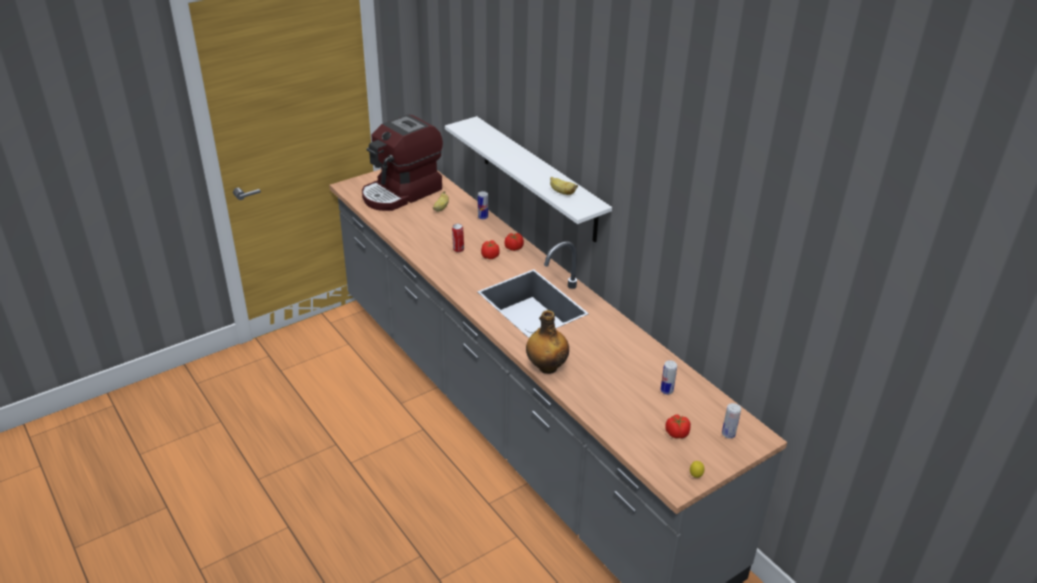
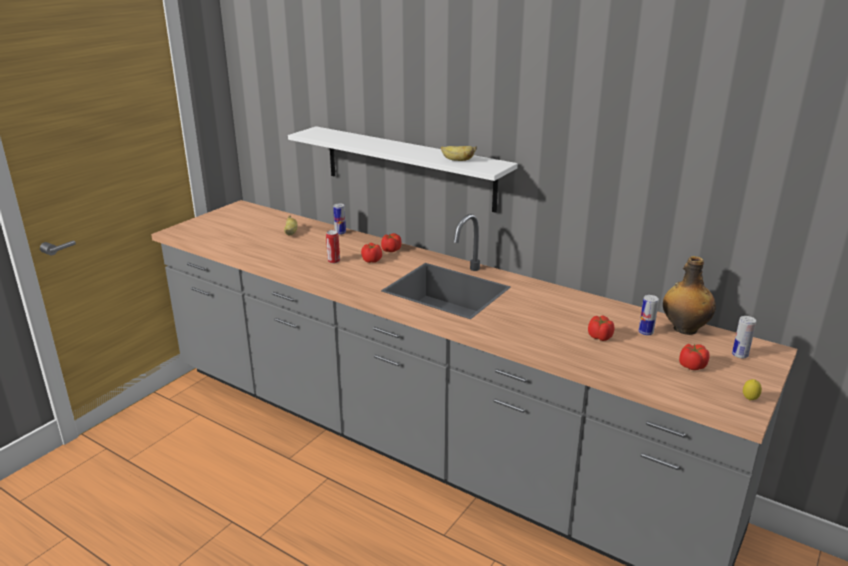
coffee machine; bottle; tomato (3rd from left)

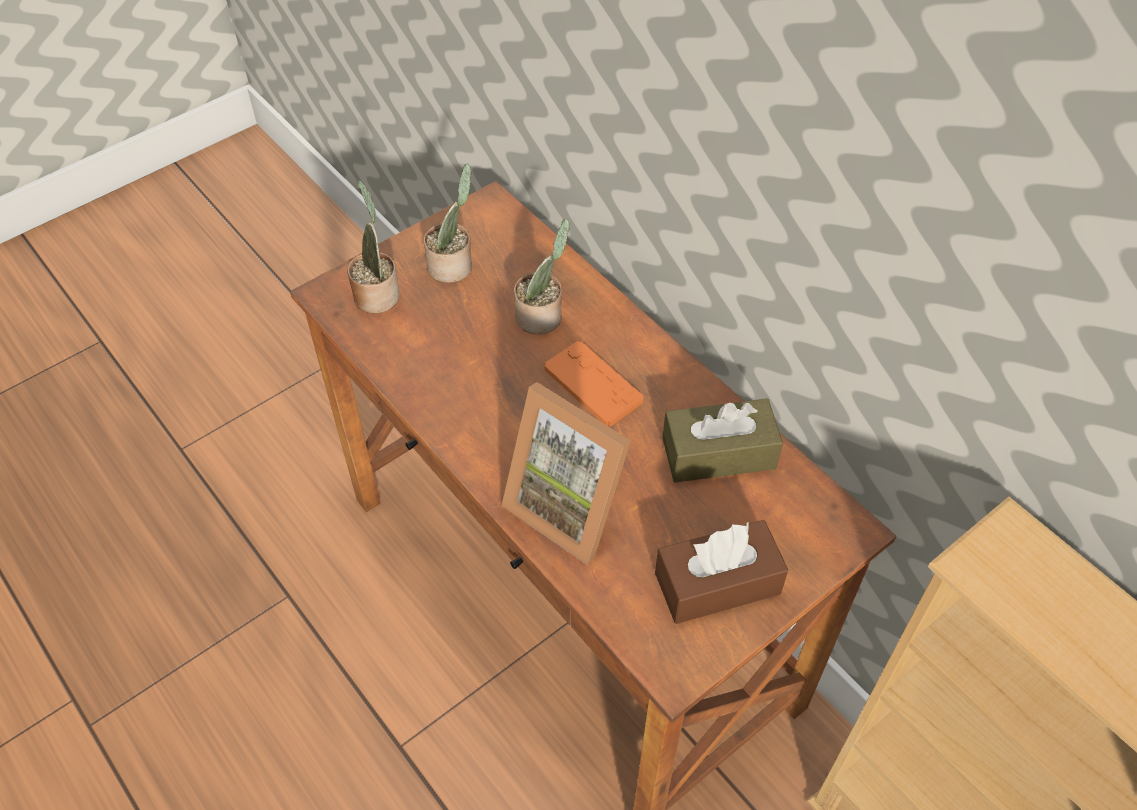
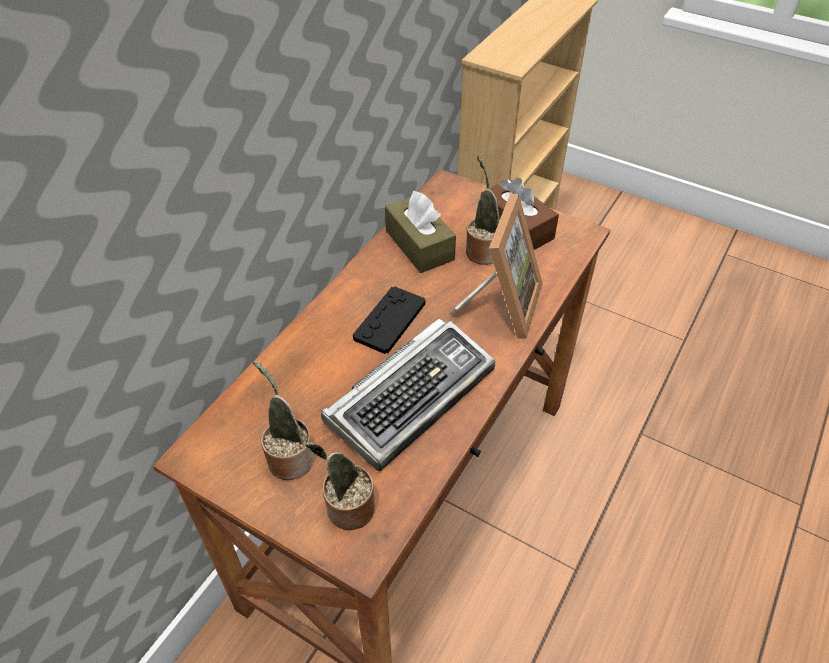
potted plant (3rd from left); black game controller; keyboard

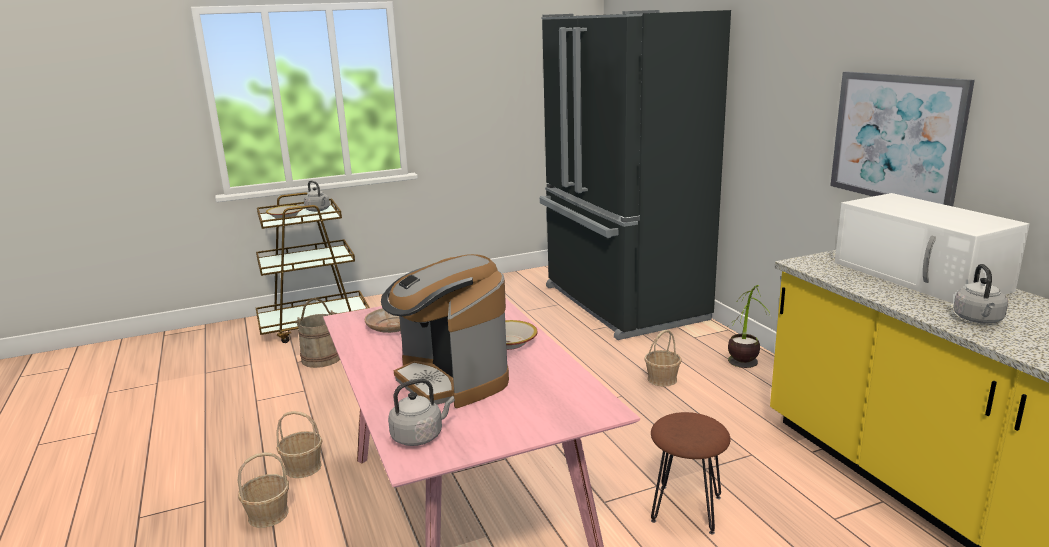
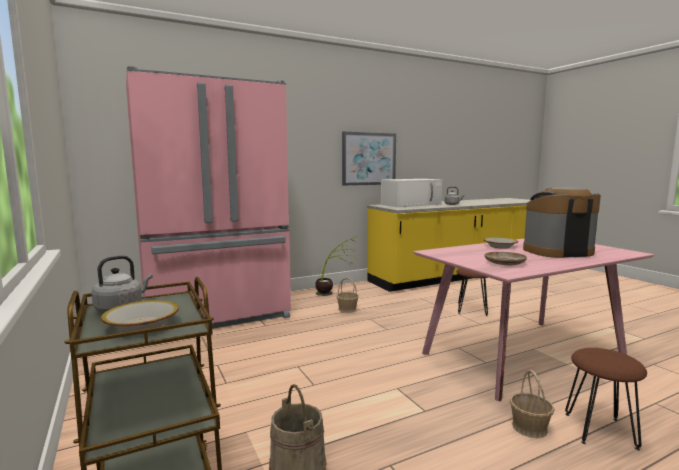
pink fridge; coffee machine; grey kettle (2nd from left in the first image); brown stool (2nd from left)

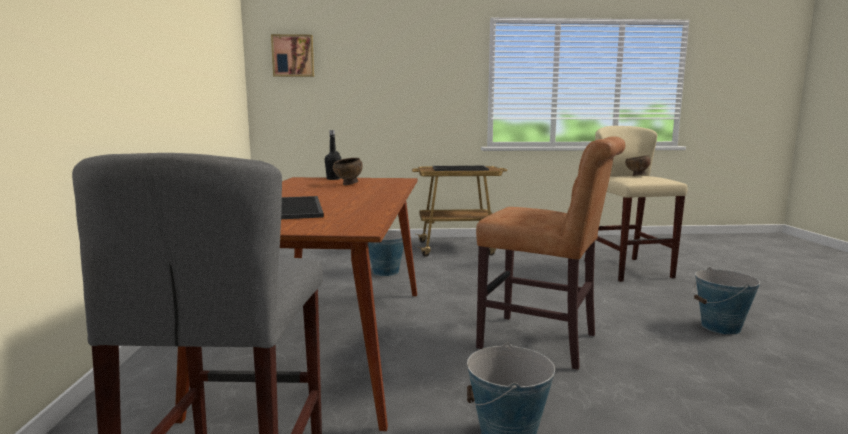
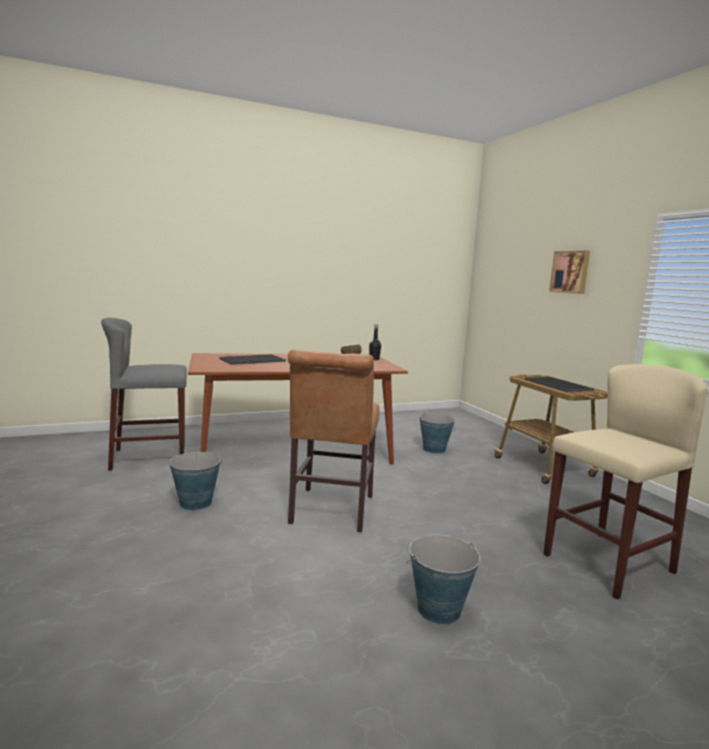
picture; brown bowl (2nd from left in the first image)

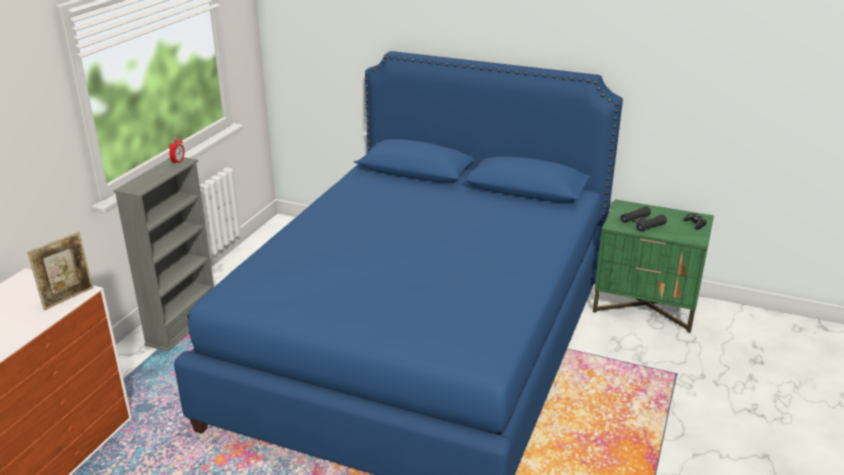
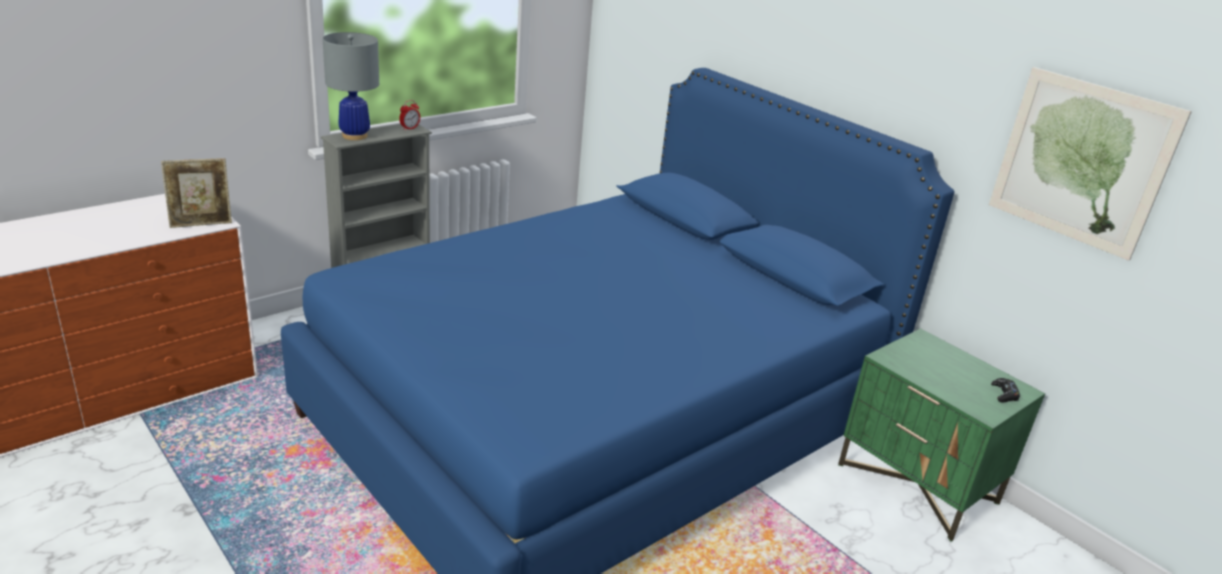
black binoculars; grey table lamp; picture

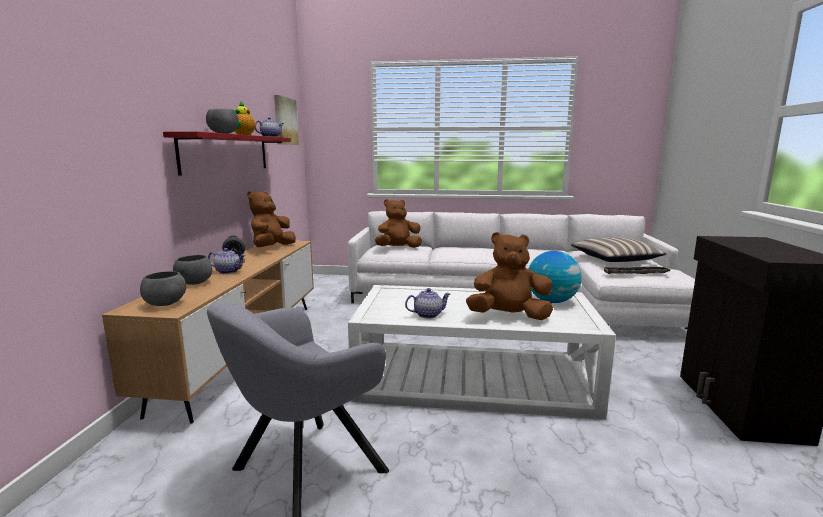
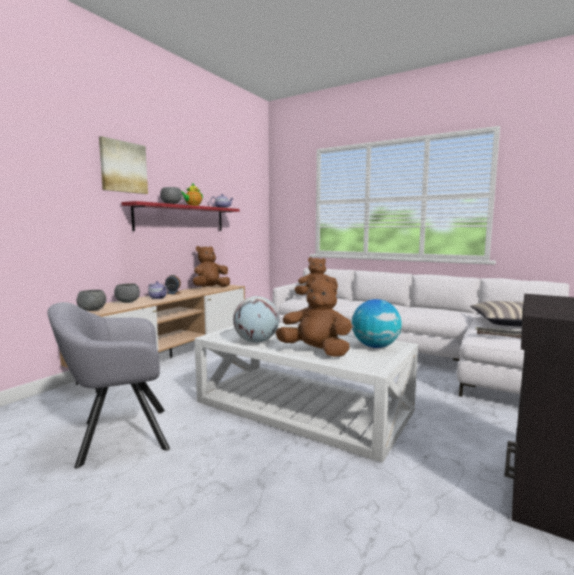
picture; globe (1st from left)

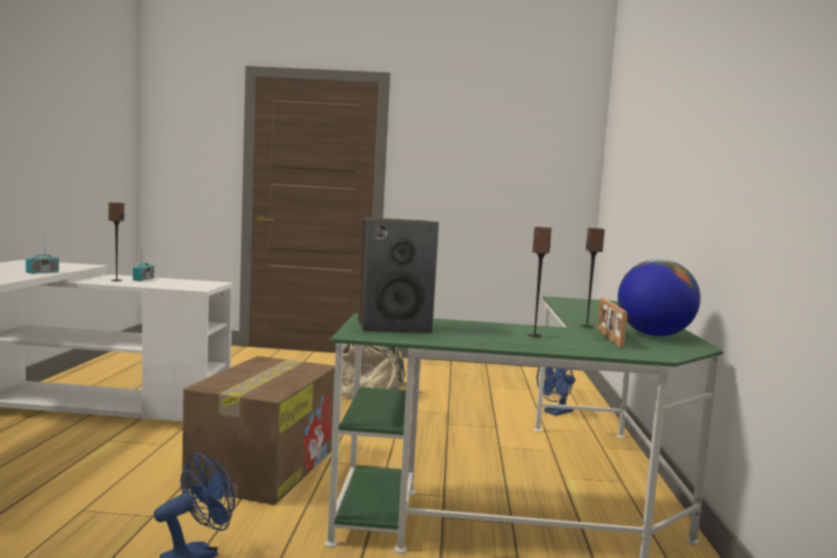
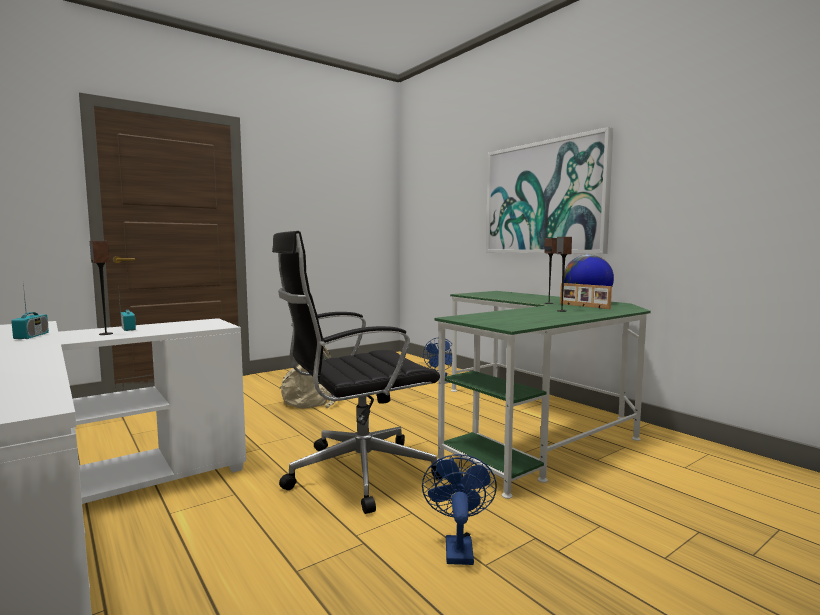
speaker (2nd from left in the first image); black office chair; picture

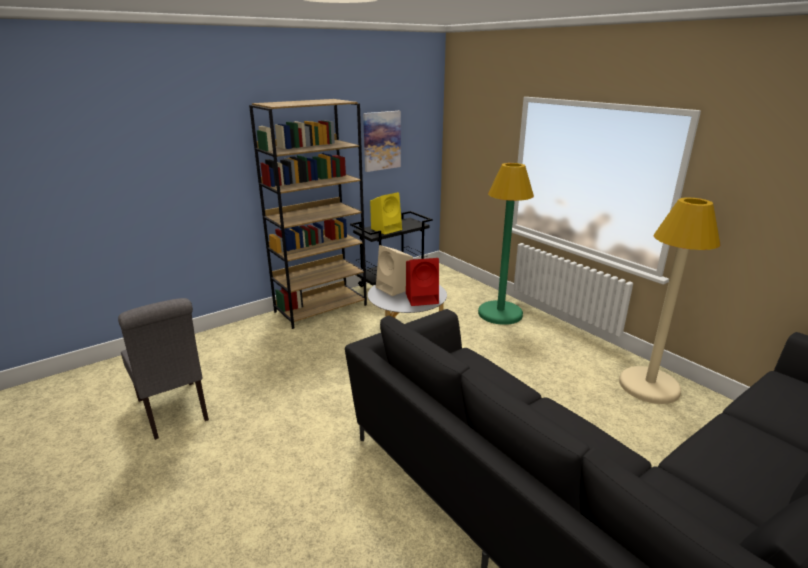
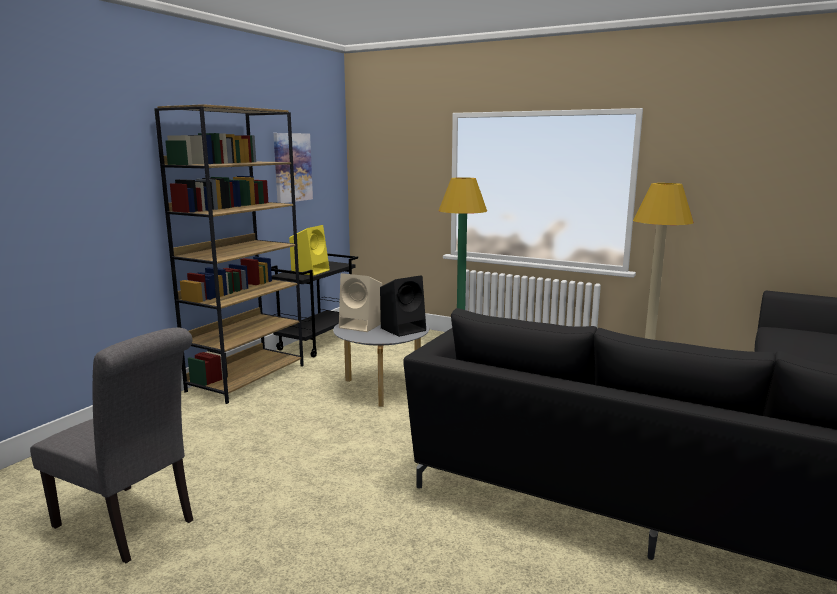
black speaker

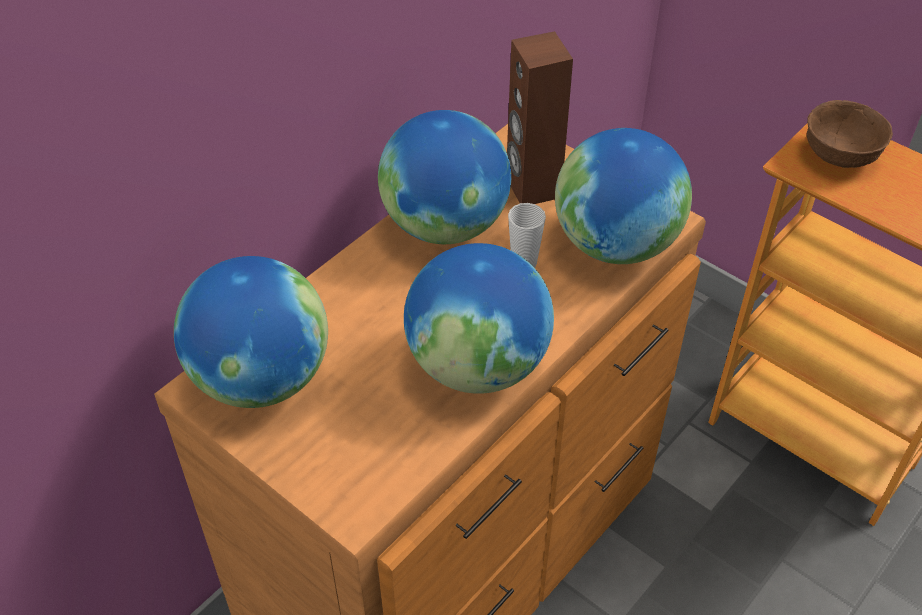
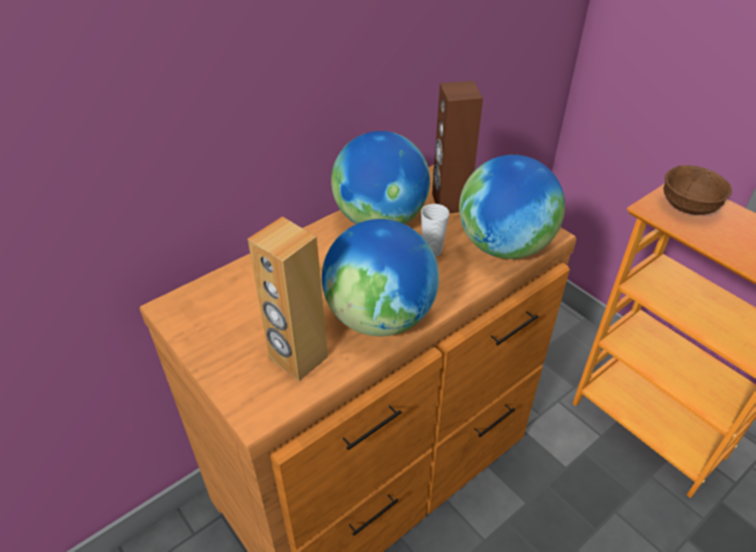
globe (1st from left in the first image); brown speaker (1st from left)

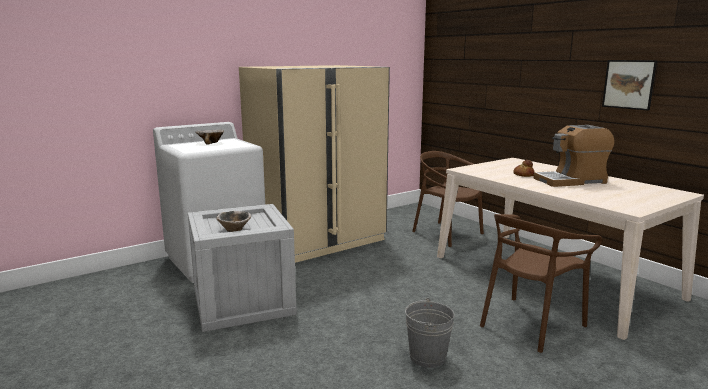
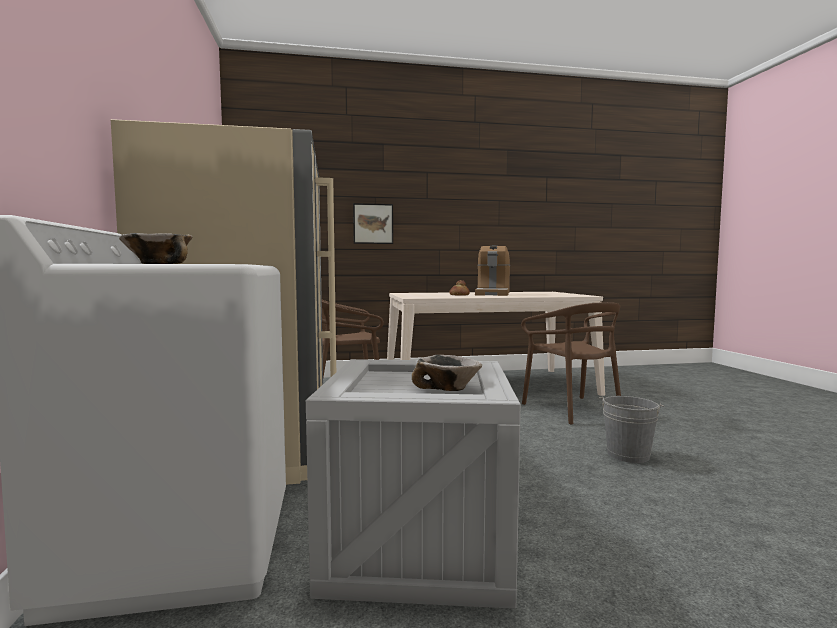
picture

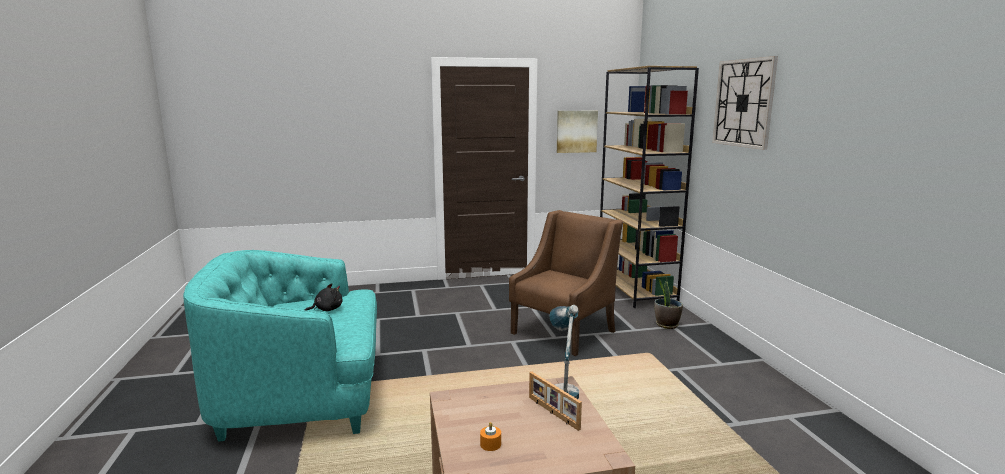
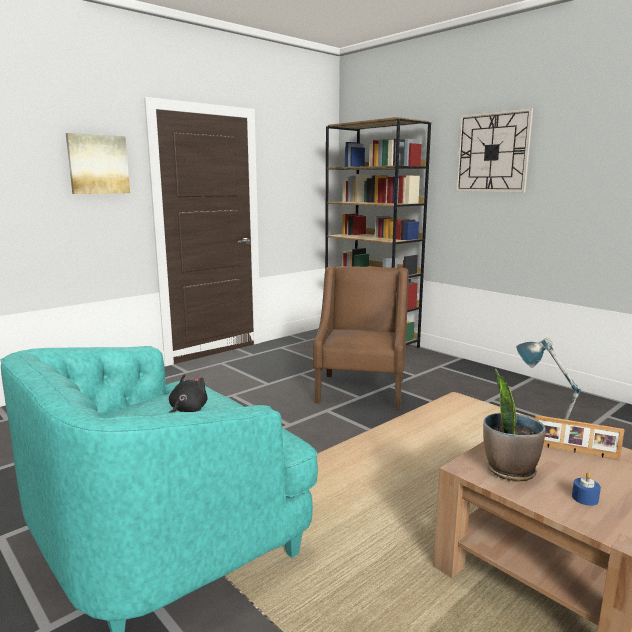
picture; potted plant; blue candle

